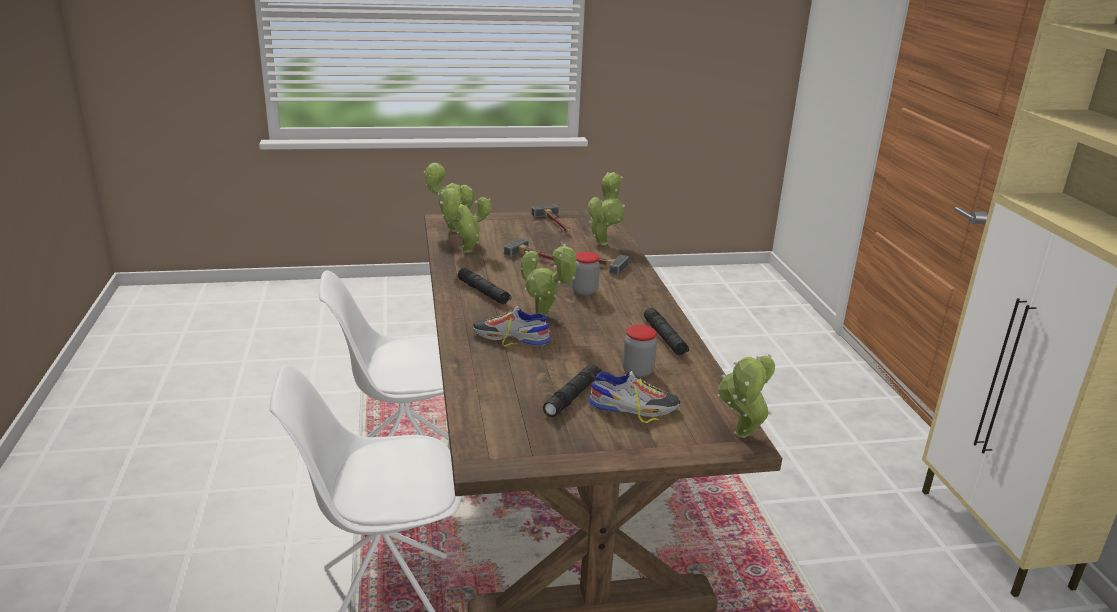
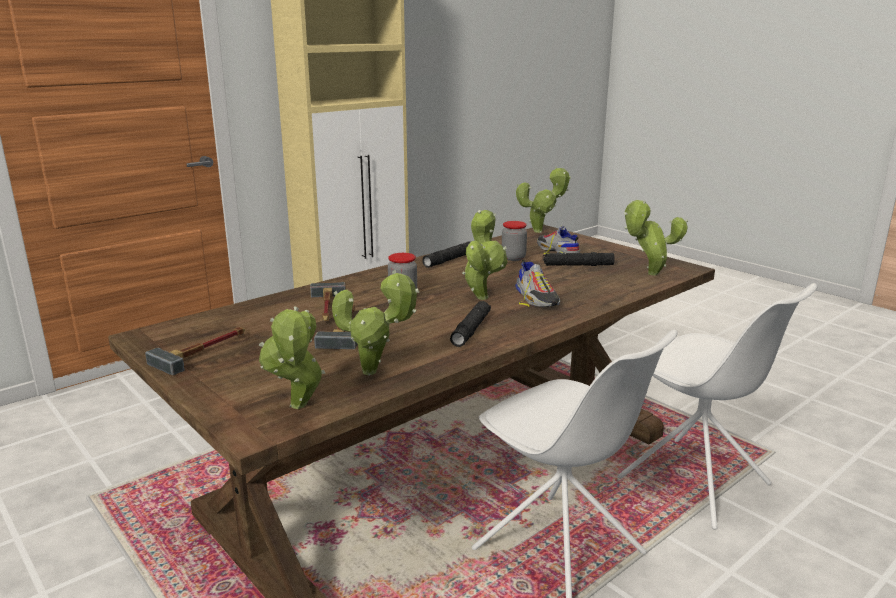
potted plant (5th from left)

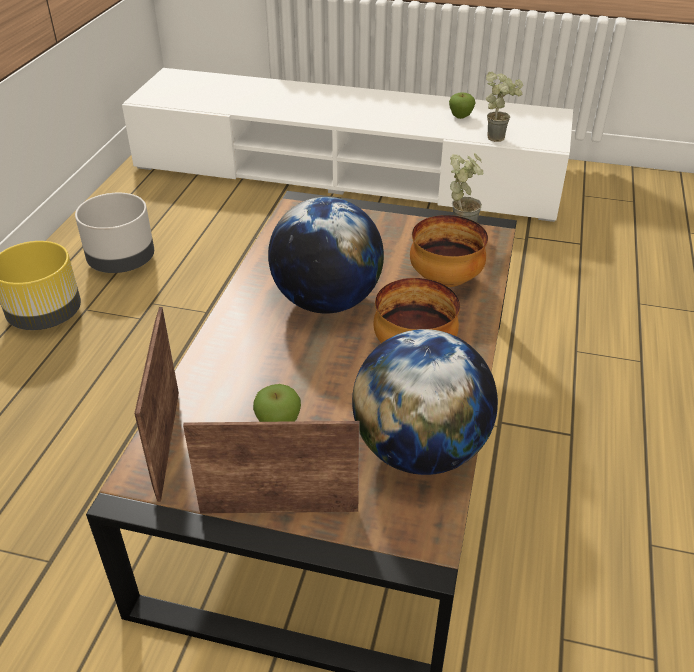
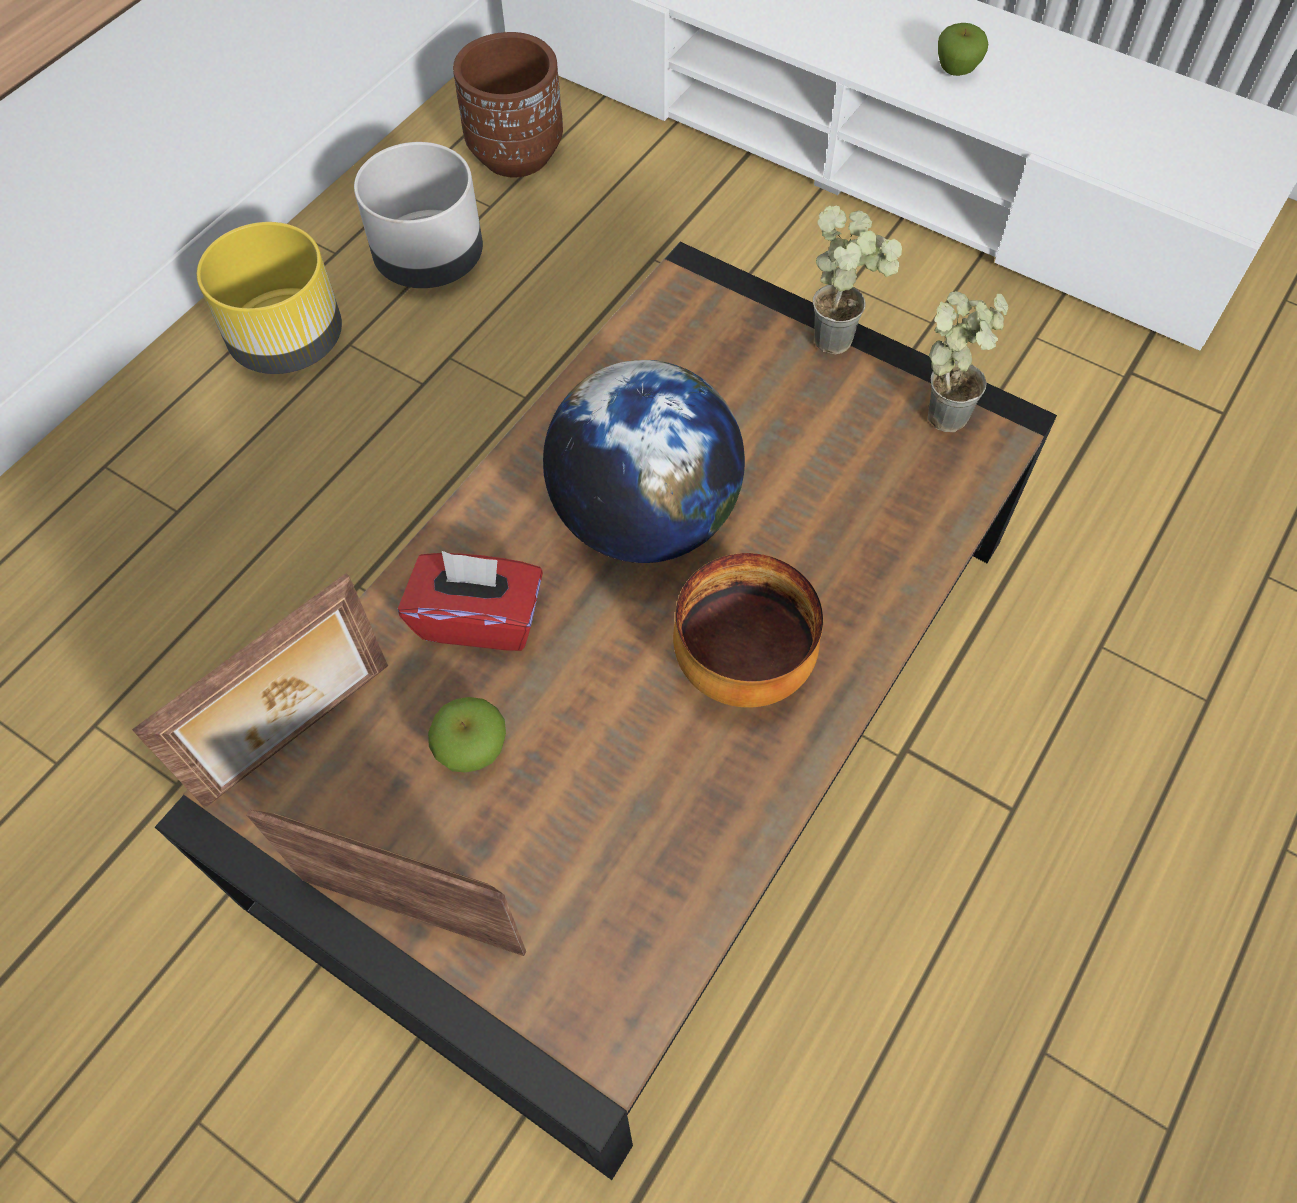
potted plant (1st from left); apple (2nd from left); bowl (2nd from left in the first image); picture frame (1st from left); globe (2nd from left in the first image); brown planter; red tissue box

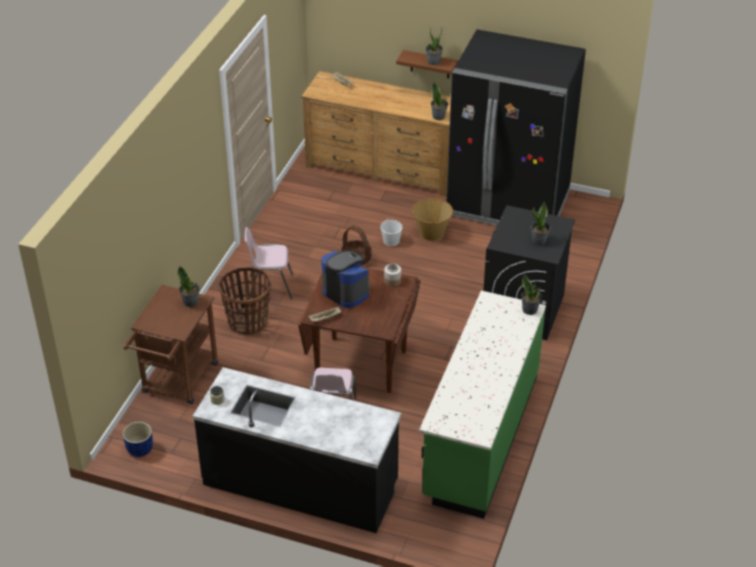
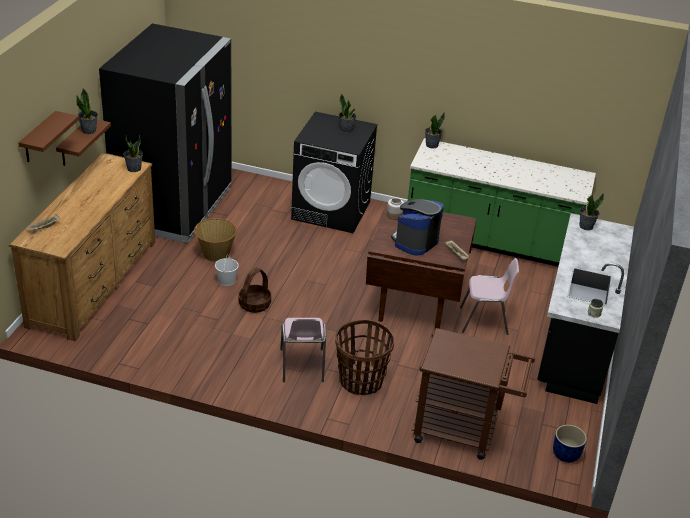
potted plant (5th from left); brown shelf (1st from left)

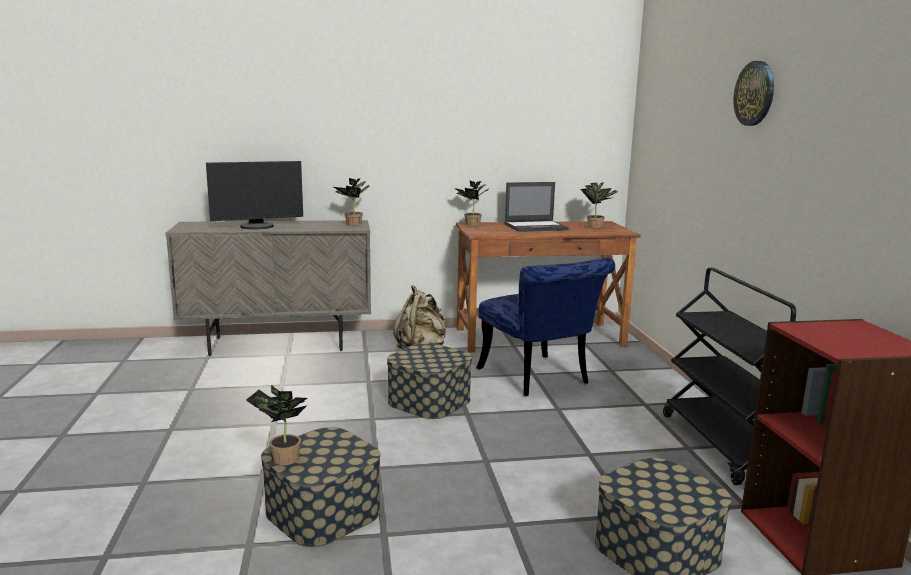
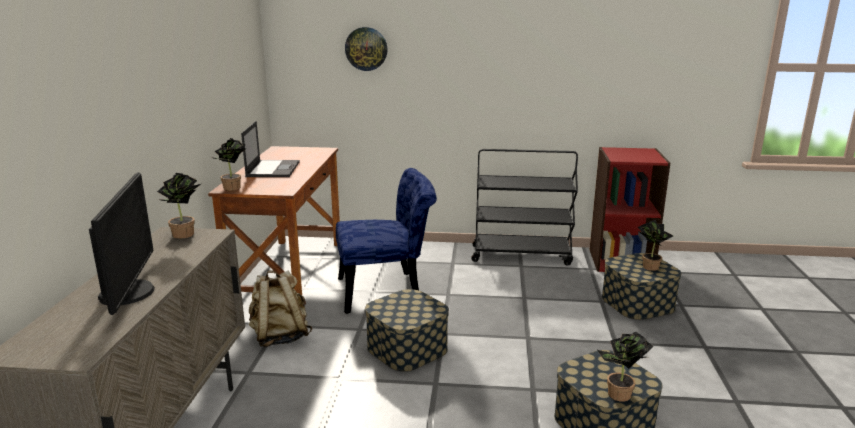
wall clock; potted plant (4th from left)

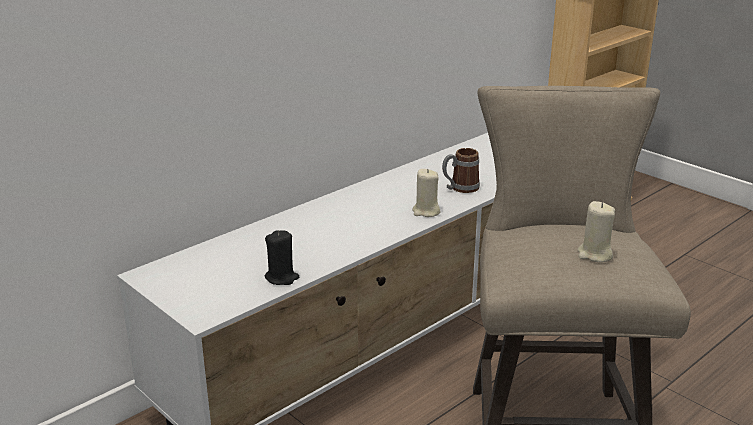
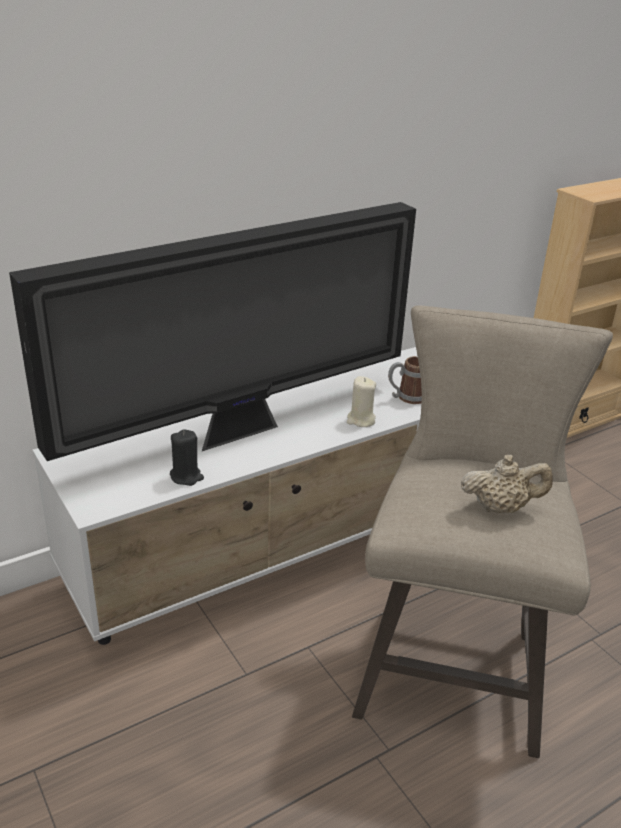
beige teapot; television

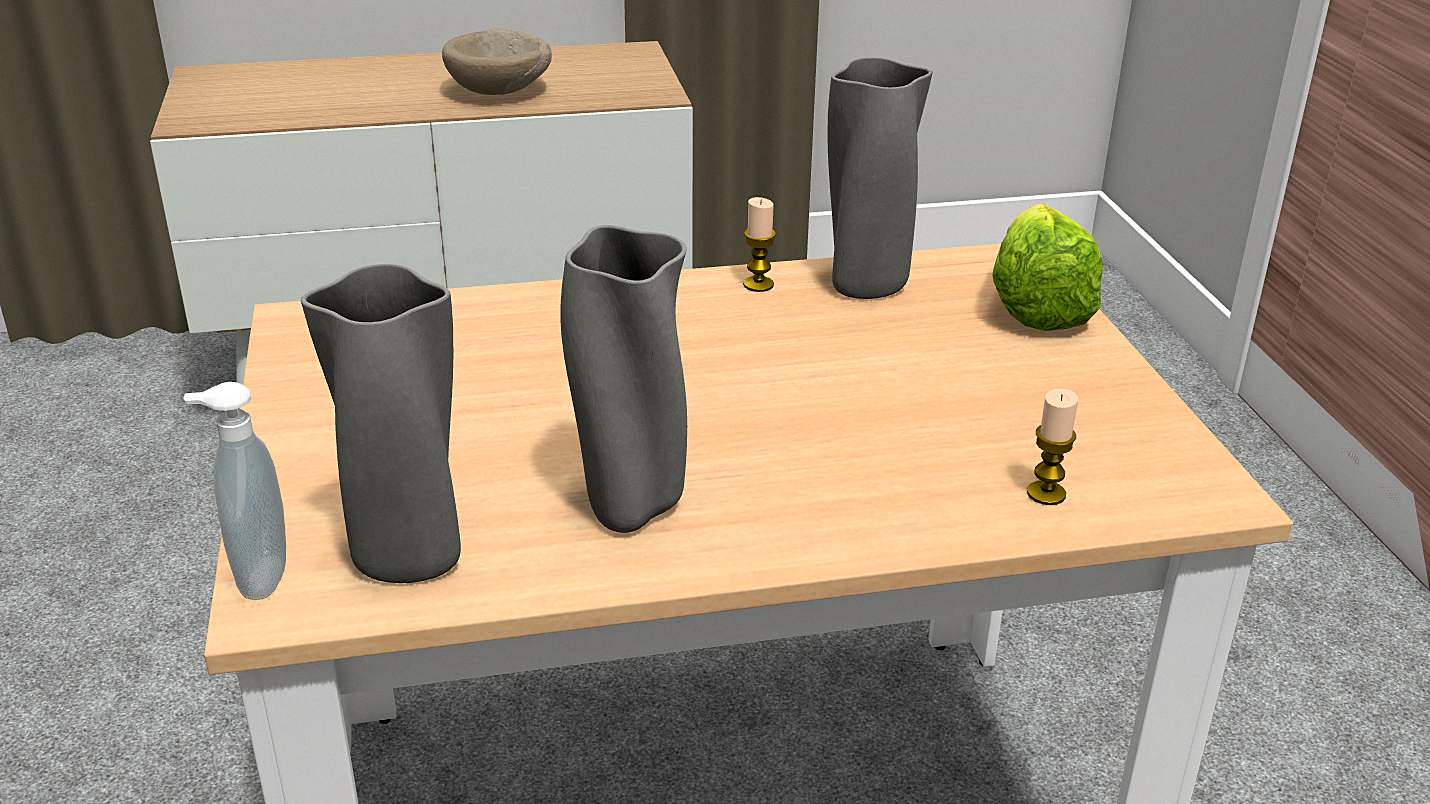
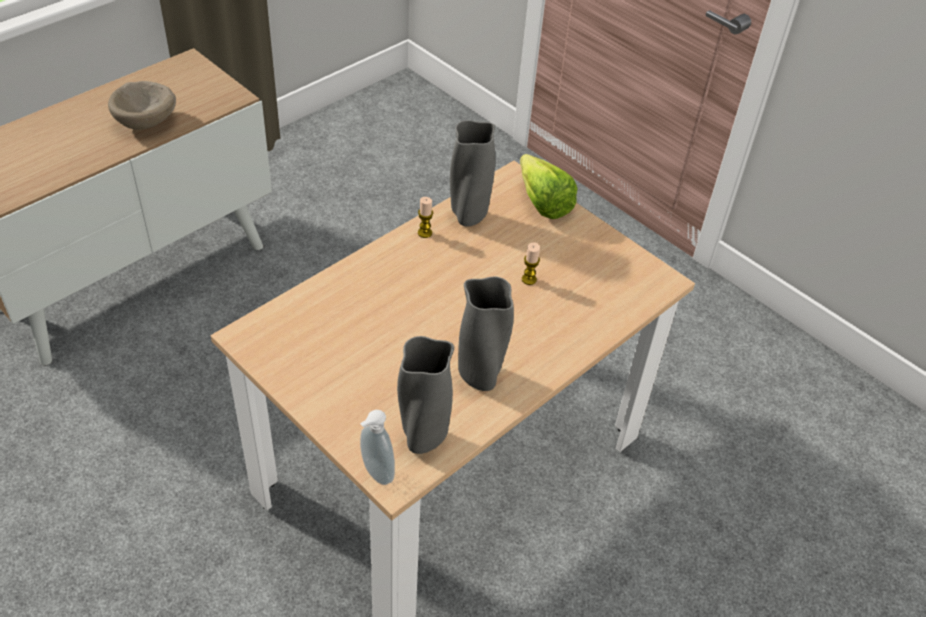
candle (2nd from left)

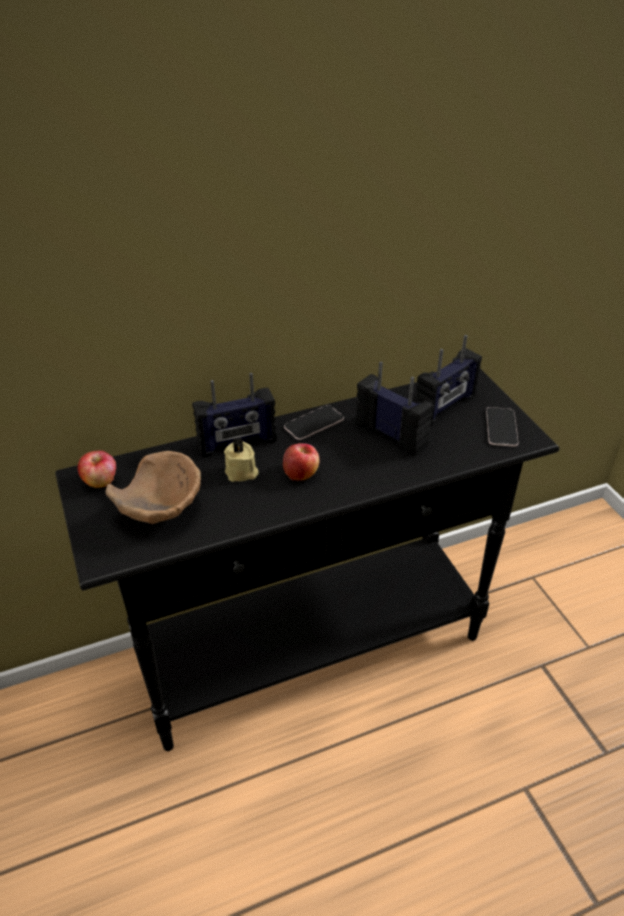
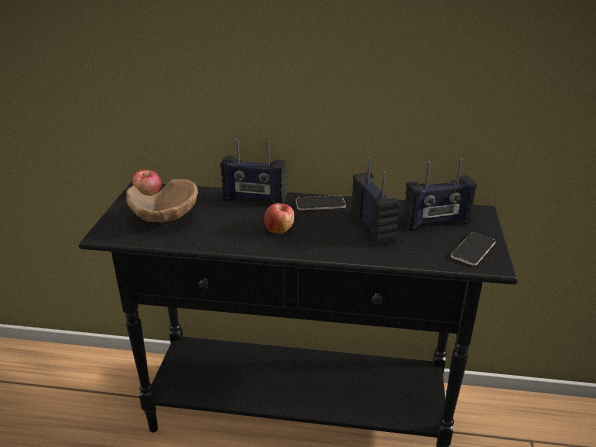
beige candle

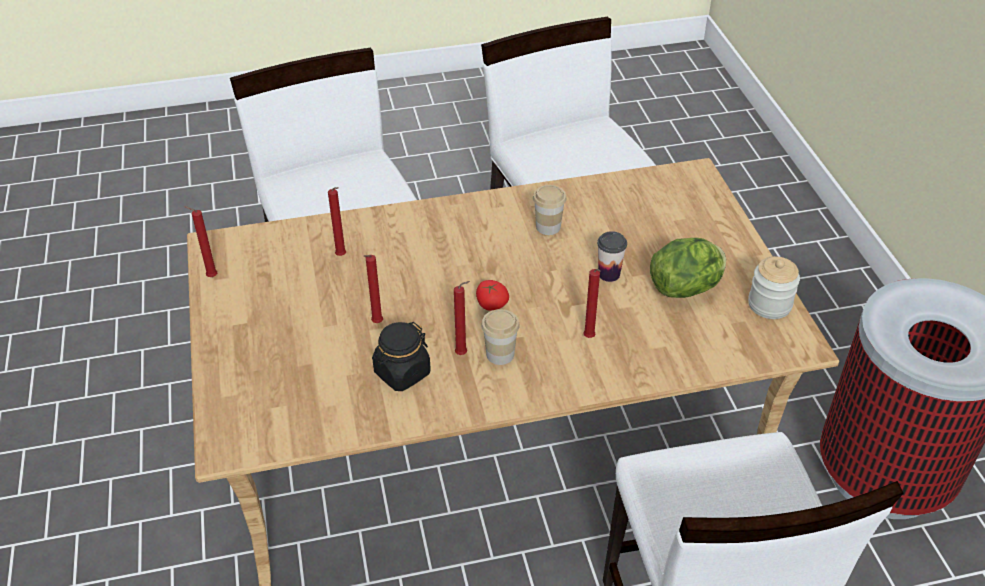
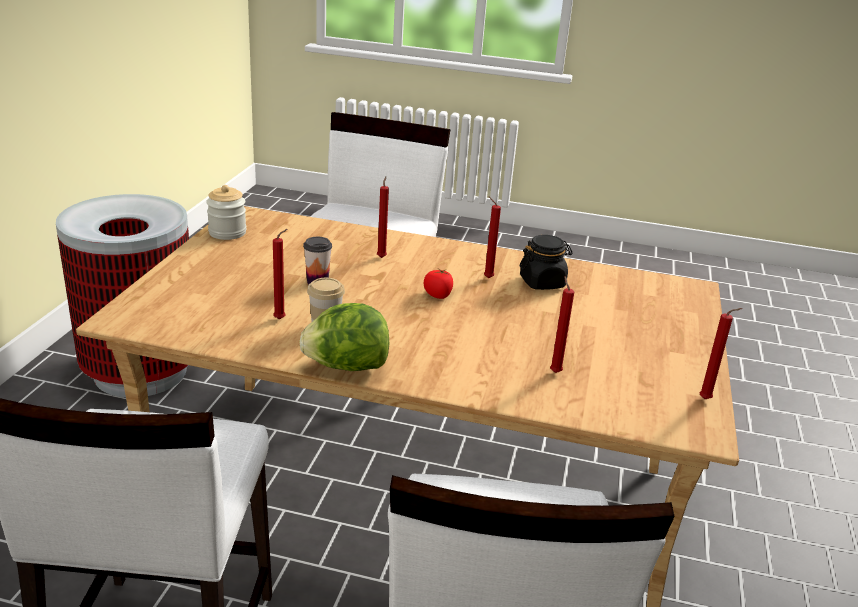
lettuce; red candle (1st from left); cup (1st from left in the first image)

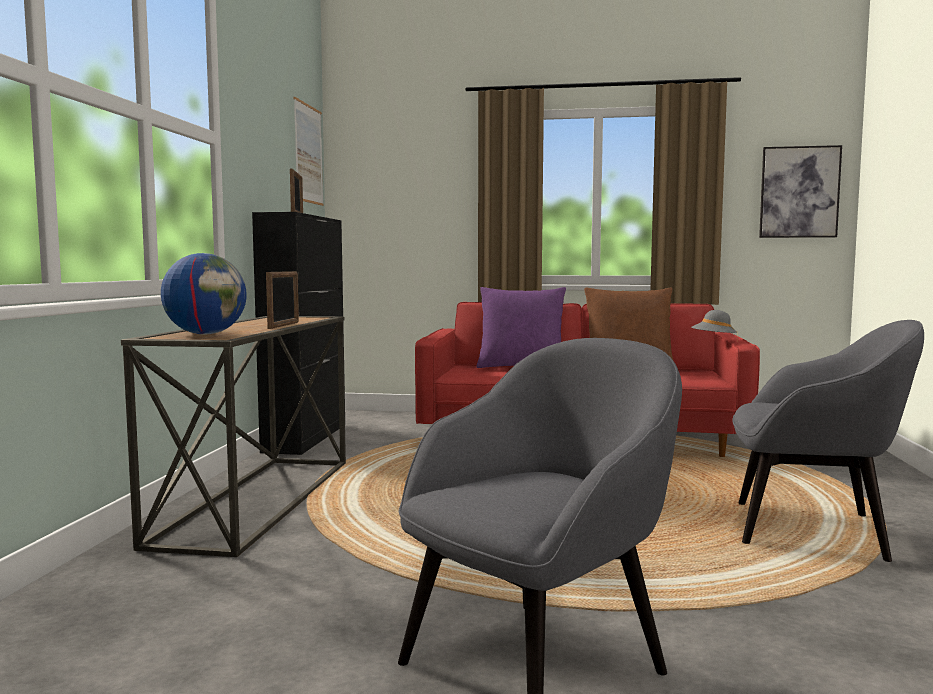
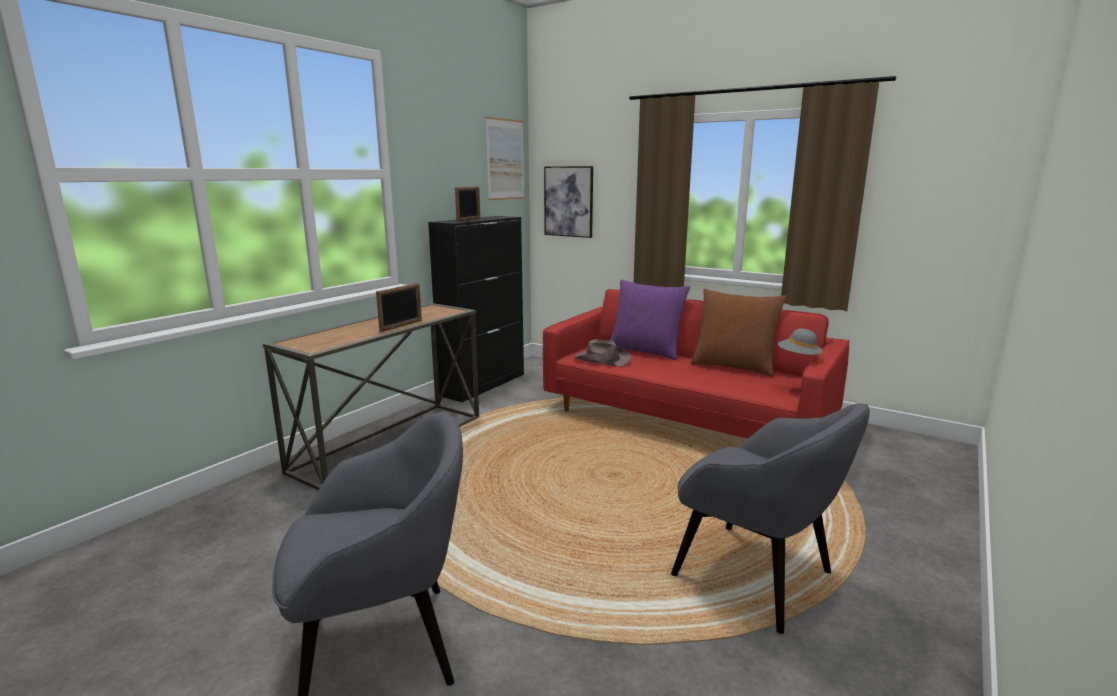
picture (2nd from left); globe; brown hat

